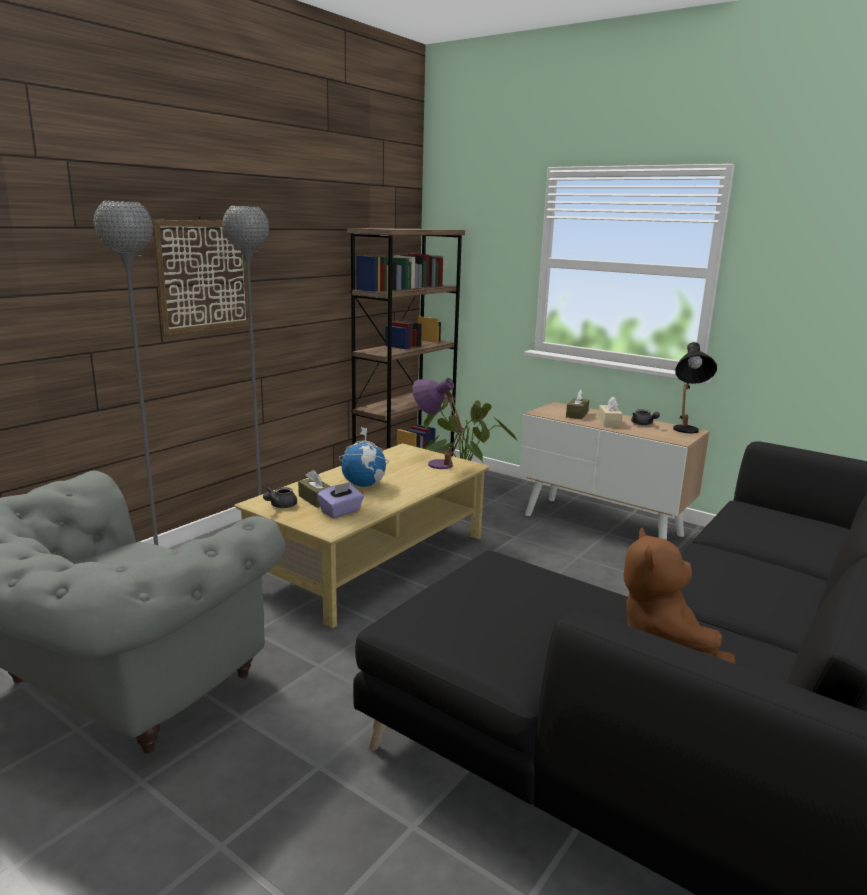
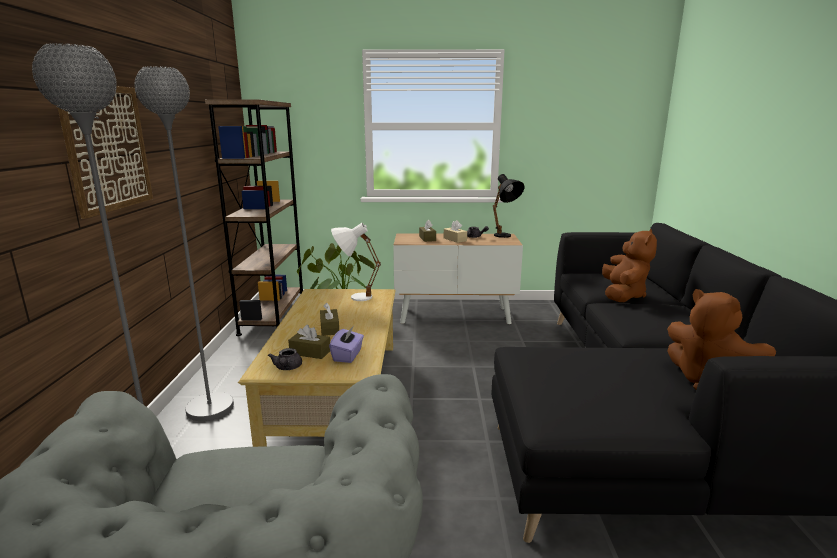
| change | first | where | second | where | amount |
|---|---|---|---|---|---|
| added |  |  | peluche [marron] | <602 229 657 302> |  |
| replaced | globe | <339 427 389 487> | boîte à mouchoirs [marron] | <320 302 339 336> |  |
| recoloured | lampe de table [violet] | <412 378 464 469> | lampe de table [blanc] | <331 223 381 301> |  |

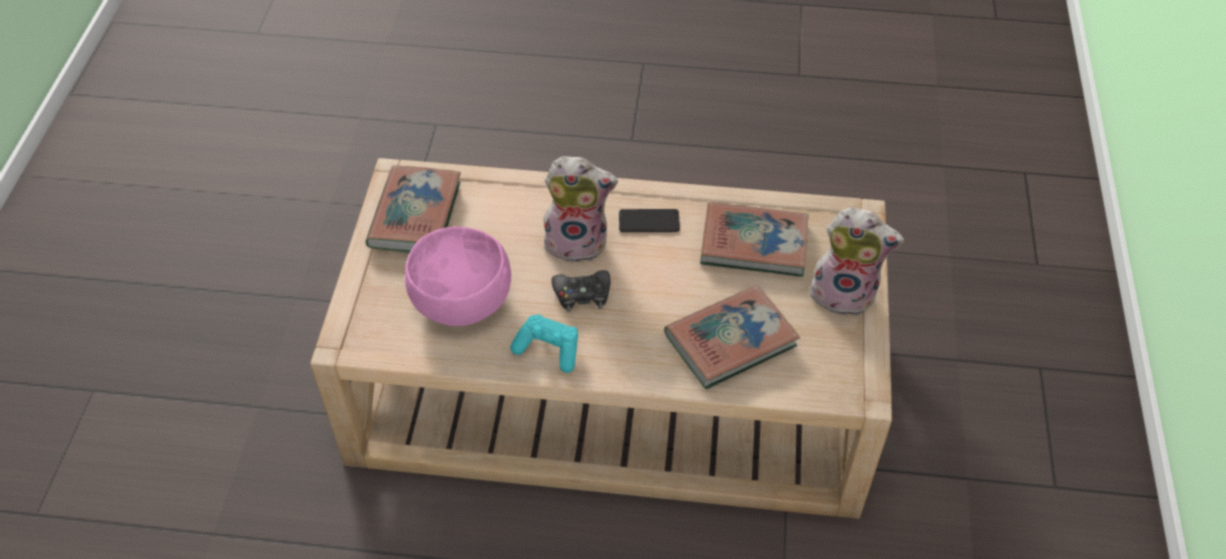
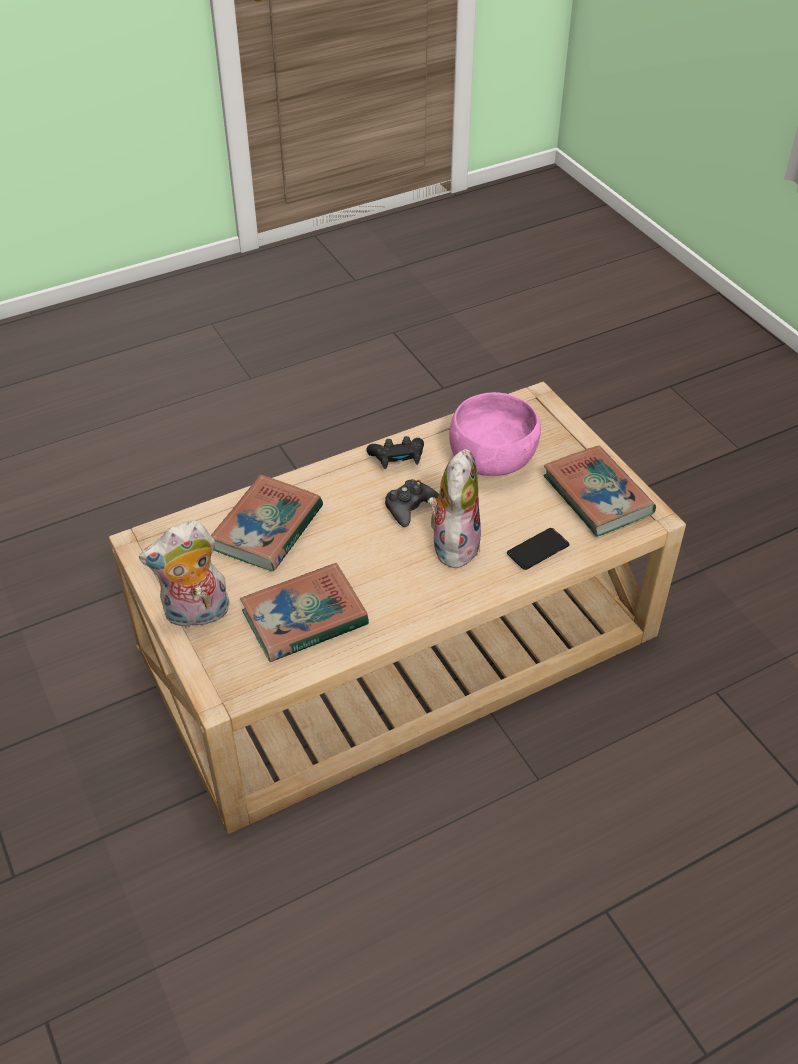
| change | first | where | second | where | amount |
|---|---|---|---|---|---|
| moved | téléphone | <619 209 680 232> |  | <507 528 569 570> |  |
| recoloured | manette [turquoise] | <510 314 578 373> | manette [noir] | <366 436 424 469> |  |
| turned | peluche | <539 156 618 263> |  | <427 449 481 568> | 135 degrees clockwise |

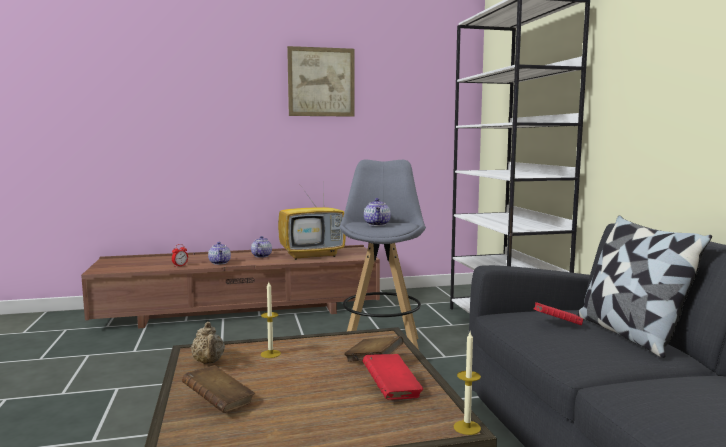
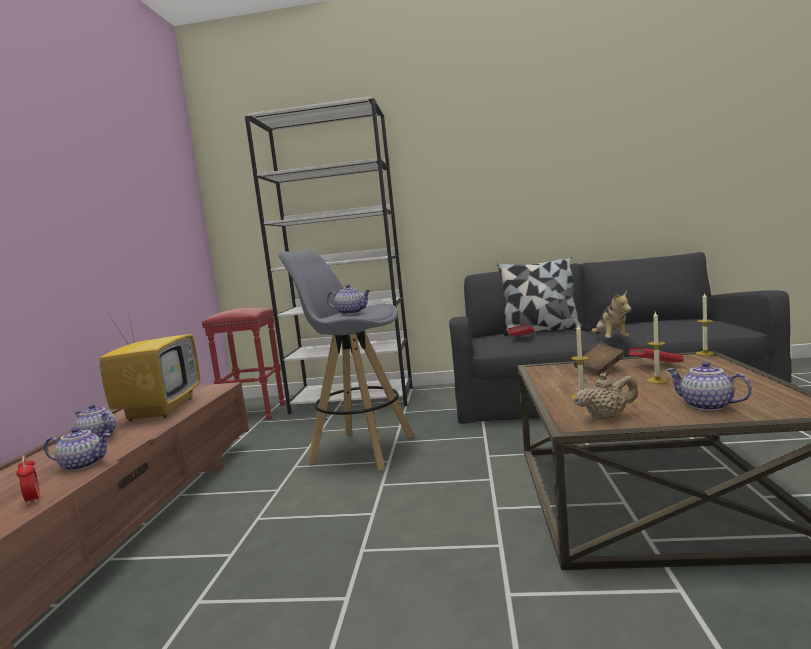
| change | first | where | second | where | amount |
|---|---|---|---|---|---|
| removed | tableau | <287 46 355 117> |  |  |  |
| added |  |  | tabouret [rouge] | <202 307 285 420> |  |
| added |  |  | peluche | <592 291 631 338> |  |
| added |  |  | bougie | <647 311 668 384> |  |
| replaced | livre [marron] | <182 365 255 413> | théière | <666 362 752 411> |  |

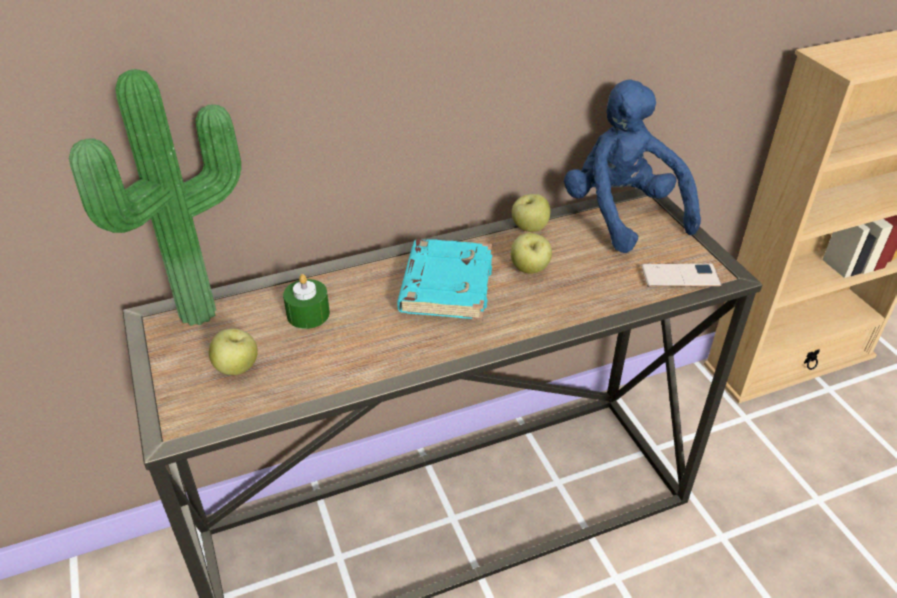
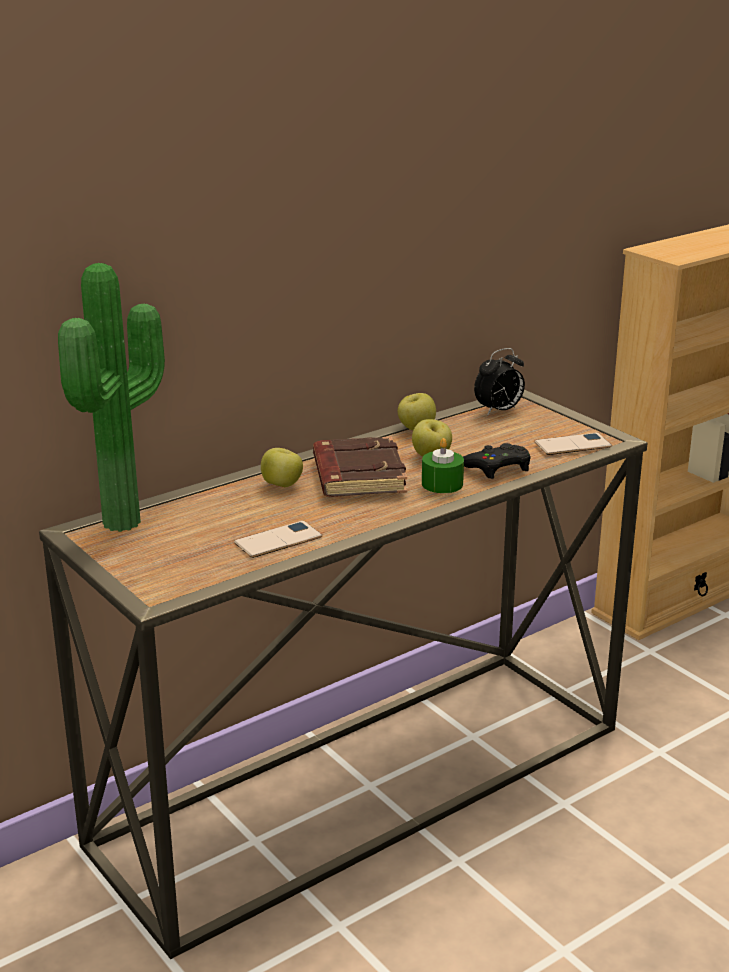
| change | first | where | second | where | amount |
|---|---|---|---|---|---|
| added |  |  | téléphone | <234 521 322 558> |  |
| added |  |  | manette [noir] | <463 443 531 479> |  |
| moved | pomme | <209 329 258 375> |  | <261 448 303 487> |  |
| moved | bougie [vert] | <283 274 330 329> |  | <422 438 464 493> |  |
| replaced | peluche [bleu] | <564 79 701 253> | réveil | <474 348 525 415> |  |
| recoloured | livre [turquoise] | <397 239 492 320> | livre [marron] | <313 436 407 497> |  |

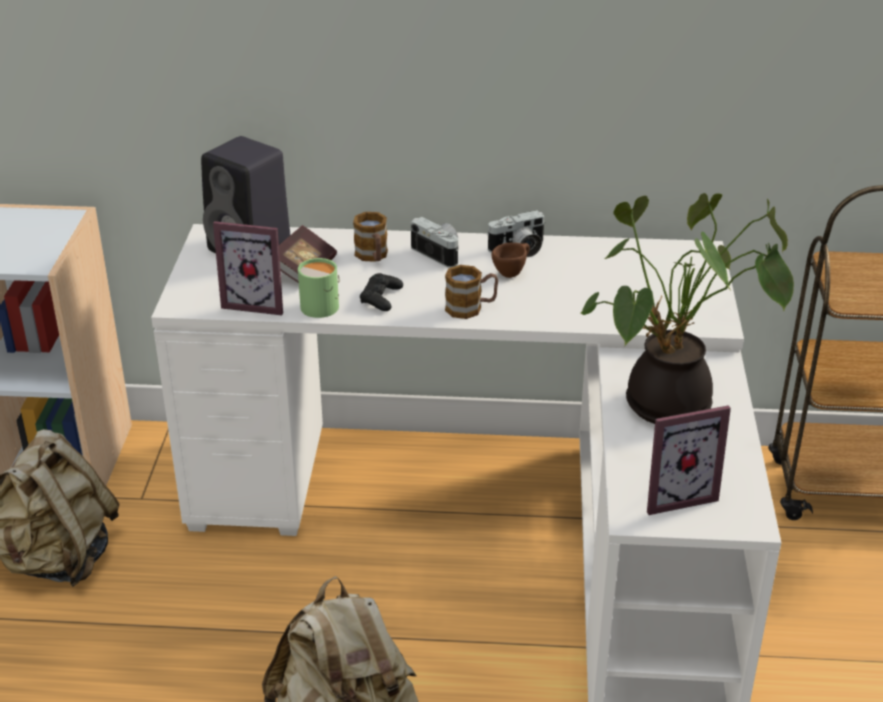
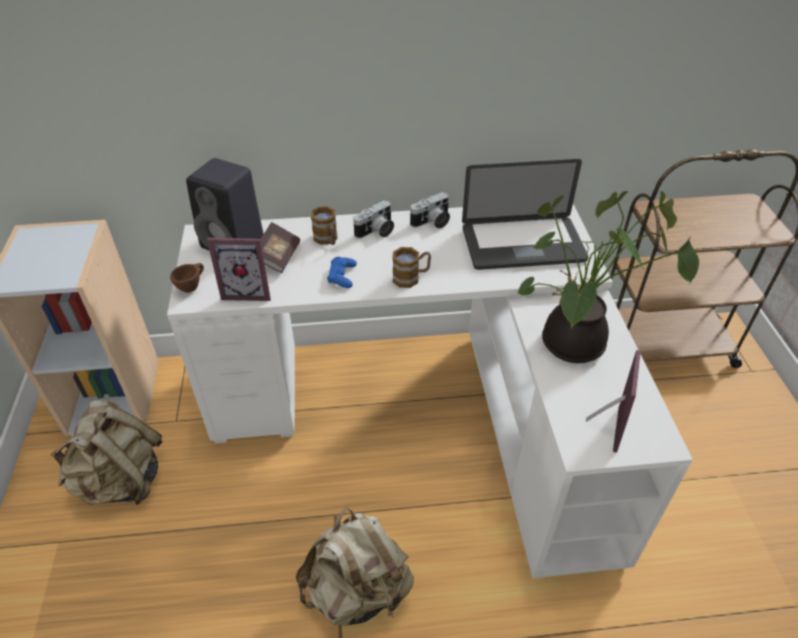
| change | first | where | second | where | amount |
|---|---|---|---|---|---|
| removed | mug [vert] | <298 258 340 318> |  |  |  |
| added |  |  | ordinateur portable | <462 159 589 270> |  |
| moved | tasse [marron] | <491 243 530 278> |  | <170 263 204 293> |  |
| recoloured | manette [noir] | <360 273 403 311> | manette [bleu] | <327 257 357 288> |  |
| turned | appareil photo | <411 217 458 268> |  | <353 200 394 238> | 105 degrees clockwise |
| turned | cadre photo | <647 406 731 515> |  | <586 350 641 453> | 45 degrees counterclockwise |

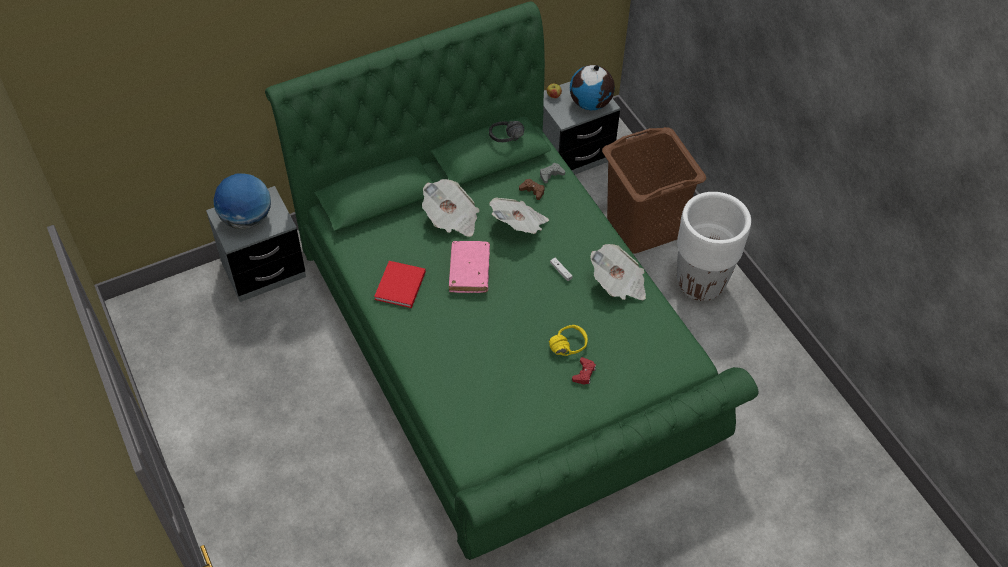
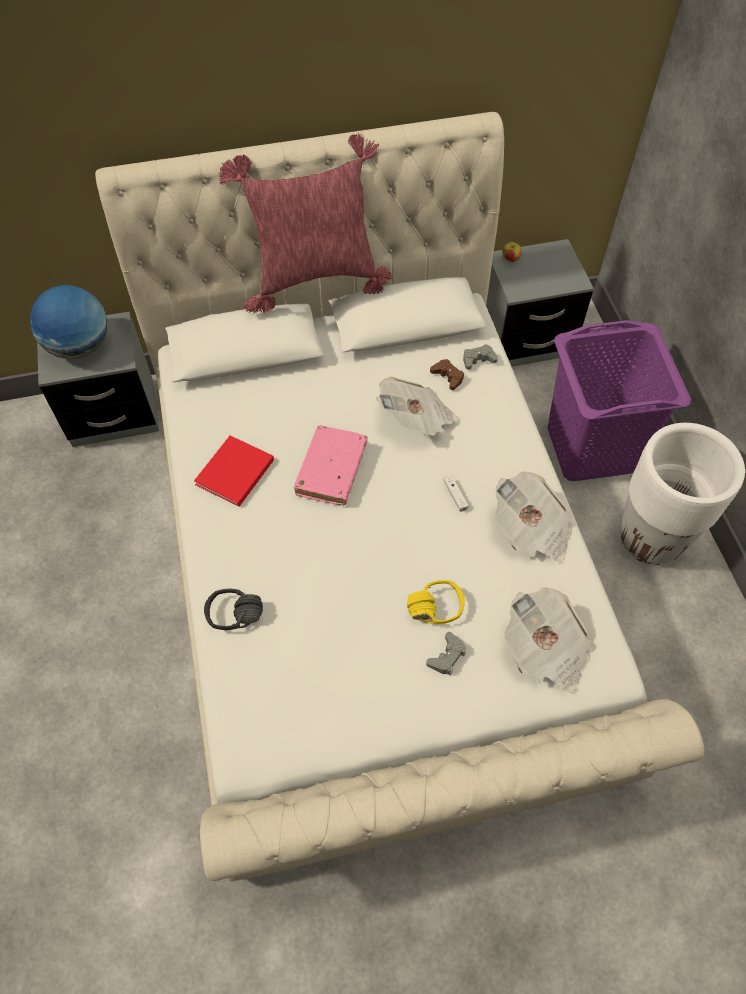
| change | first | where | second | where | amount |
|---|---|---|---|---|---|
| removed | globe | <570 65 615 110> |  |  |  |
| added |  |  | coussin [rouge] | <219 133 392 314> |  |
| moved | journal | <422 179 479 237> |  | <504 587 593 693> |  |
| moved | casque audio [noir] | <489 121 524 142> |  | <204 589 263 630> |  |
| recoloured | lit [vert] | <265 2 758 560> | lit [beige] | <95 112 705 881> |  |
| recoloured | manette [rouge] | <572 357 596 385> | manette [gris] | <426 632 466 675> |  |
| recoloured | panier à linge [marron] | <602 127 706 253> | panier à linge [violet] | <548 320 691 481> |  |

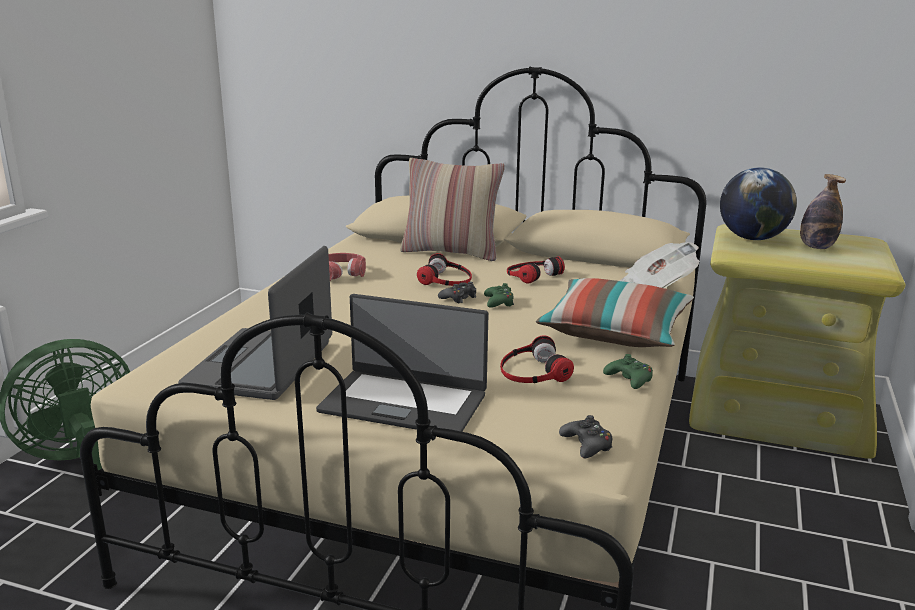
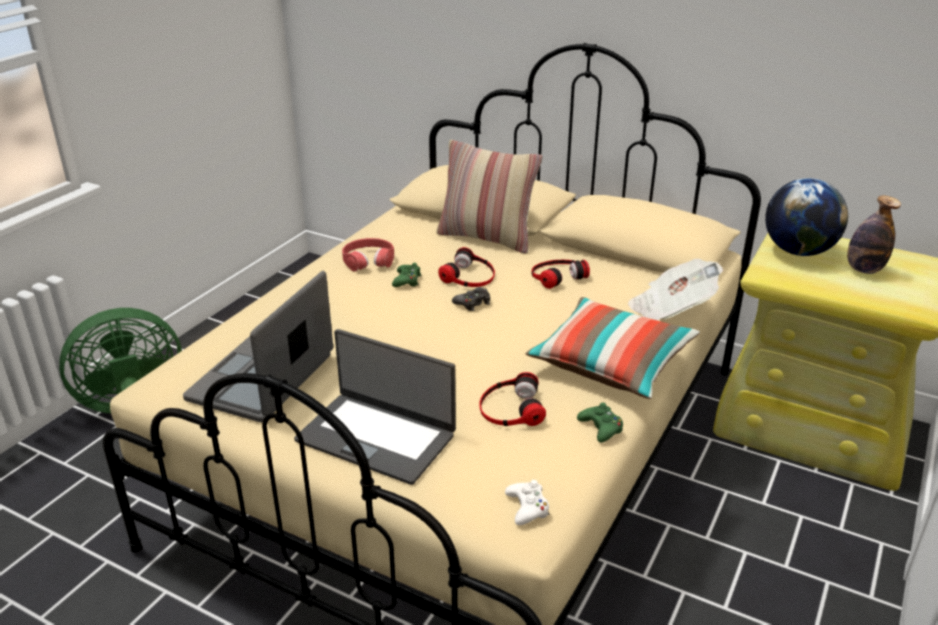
| change | first | where | second | where | amount |
|---|---|---|---|---|---|
| moved | manette [vert] | <484 283 514 308> |  | <392 263 421 287> |  |
| recoloured | manette [noir] | <559 415 613 458> | manette [blanc] | <505 480 550 525> |  |

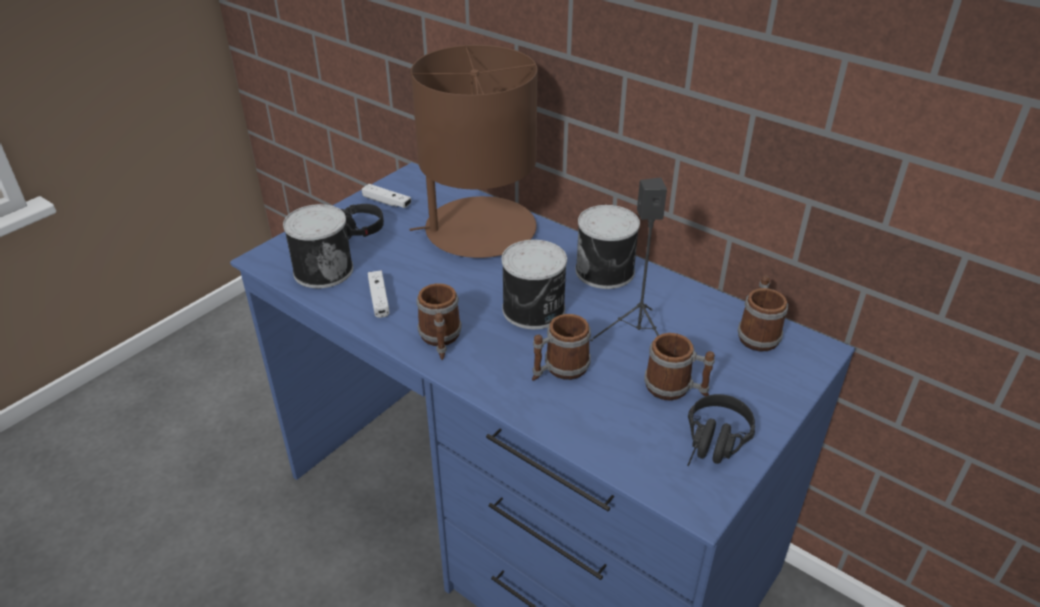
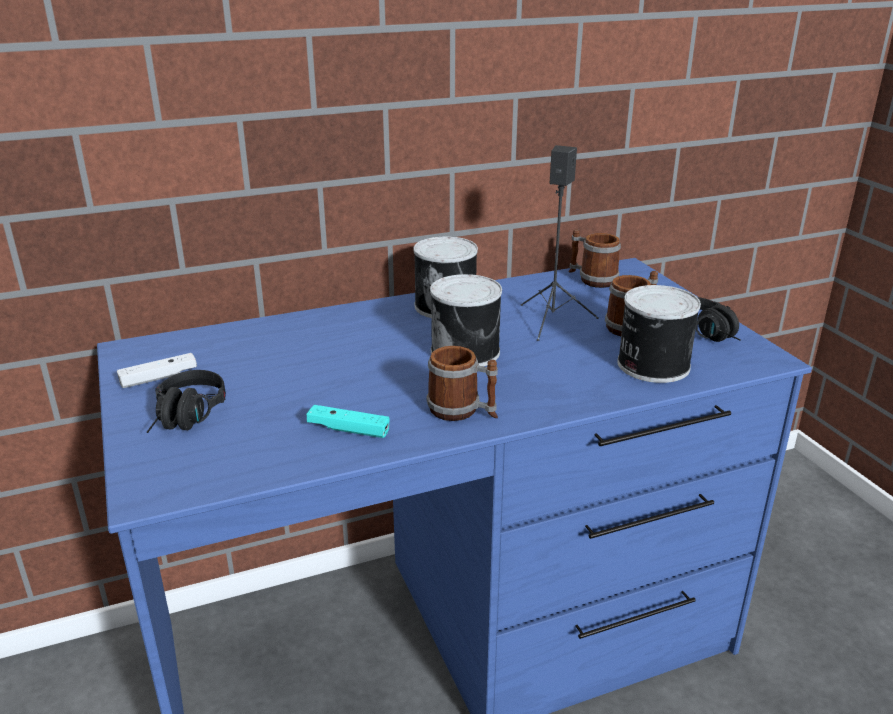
| change | first | where | second | where | amount |
|---|---|---|---|---|---|
| removed | lampe de table [marron] | <409 45 538 258> |  |  |  |
| removed | mug | <532 314 591 380> |  |  |  |
| moved | boîte métallique | <283 204 353 288> |  | <617 285 701 383> |  |
| recoloured | manette [blanc] | <368 271 389 318> | manette [turquoise] | <307 405 389 438> |  |

